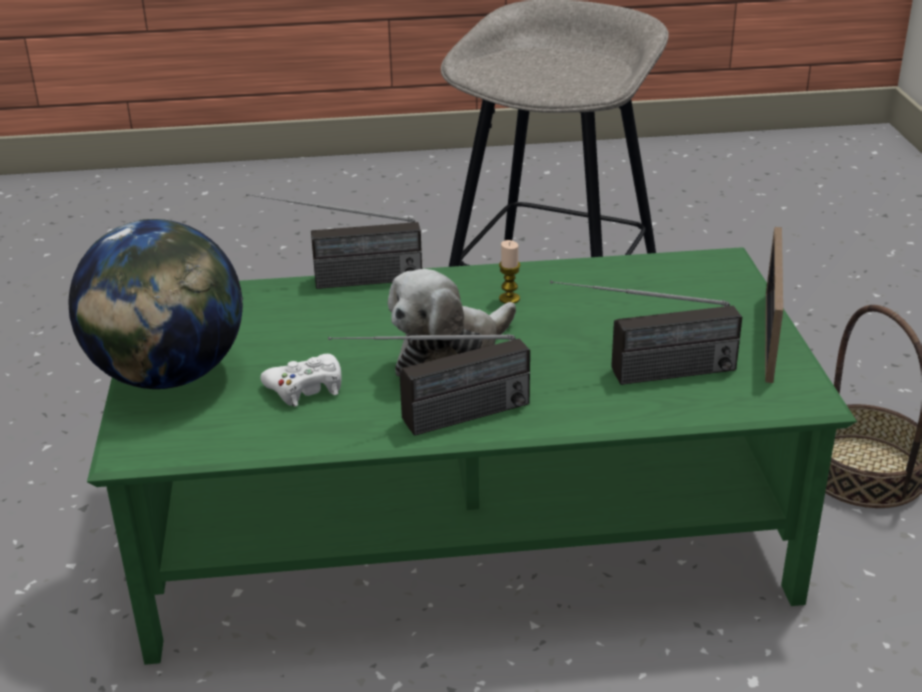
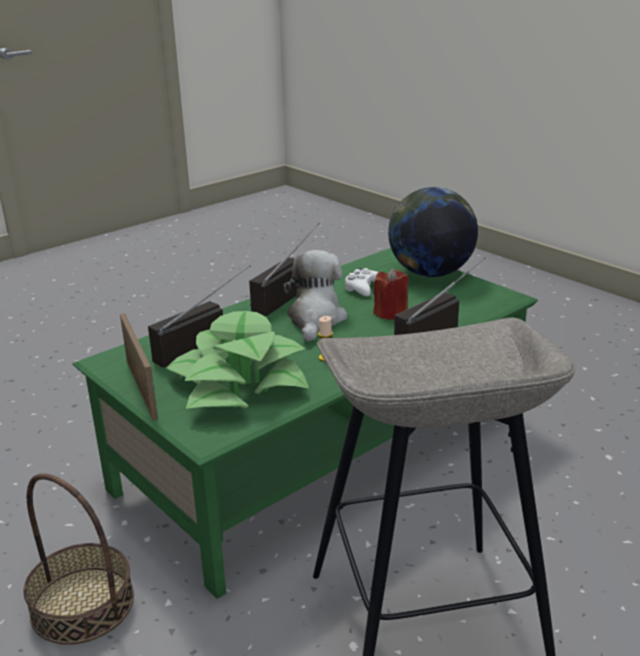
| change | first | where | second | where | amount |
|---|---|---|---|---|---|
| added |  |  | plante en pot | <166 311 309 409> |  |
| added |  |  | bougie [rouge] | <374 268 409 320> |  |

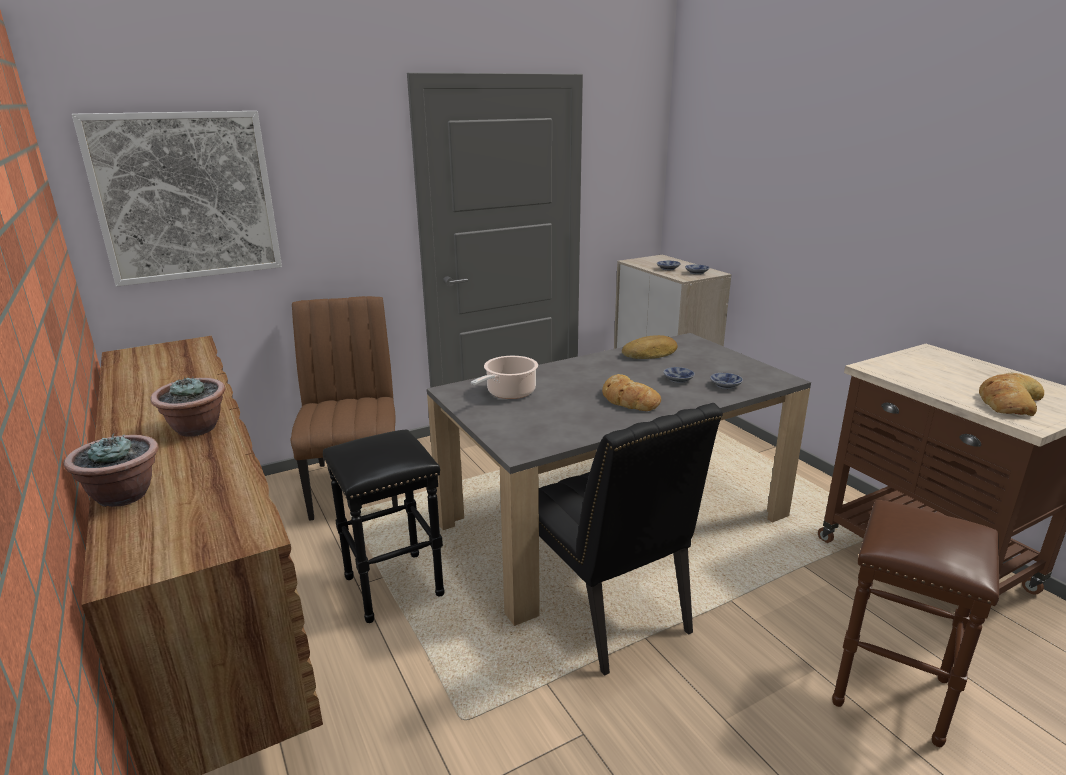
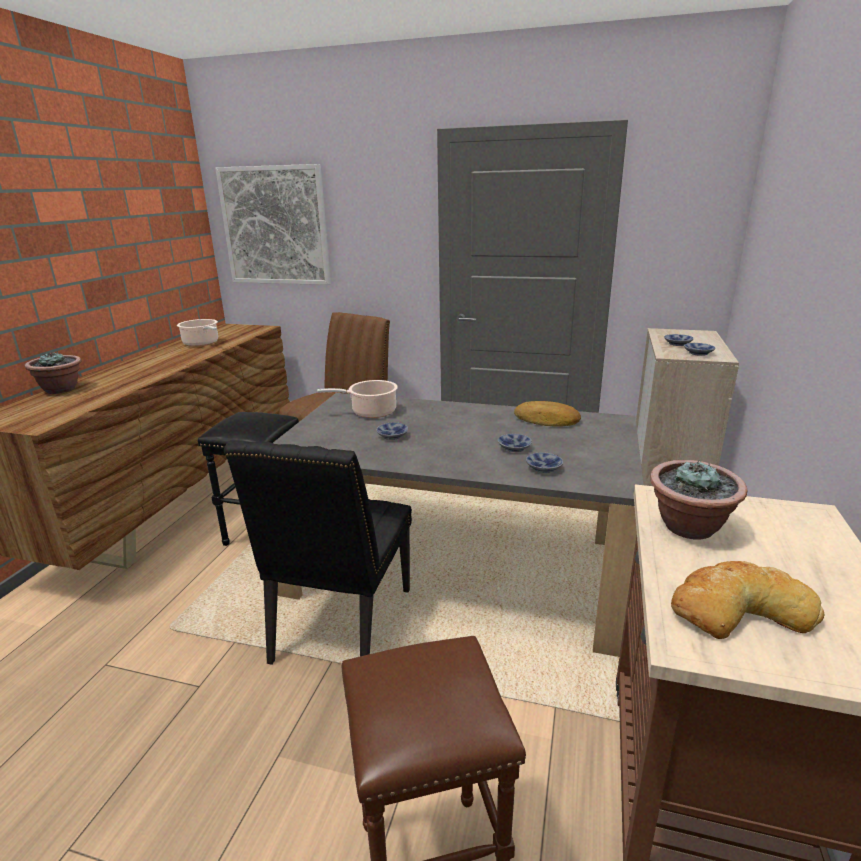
| change | first | where | second | where | amount |
|---|---|---|---|---|---|
| removed | pain | <602 374 661 411> |  |  |  |
| added |  |  | marmite | <177 319 218 347> |  |
| added |  |  | bol | <376 422 408 440> |  |
| moved | plante en pot | <150 377 225 437> |  | <650 460 748 540> |  |

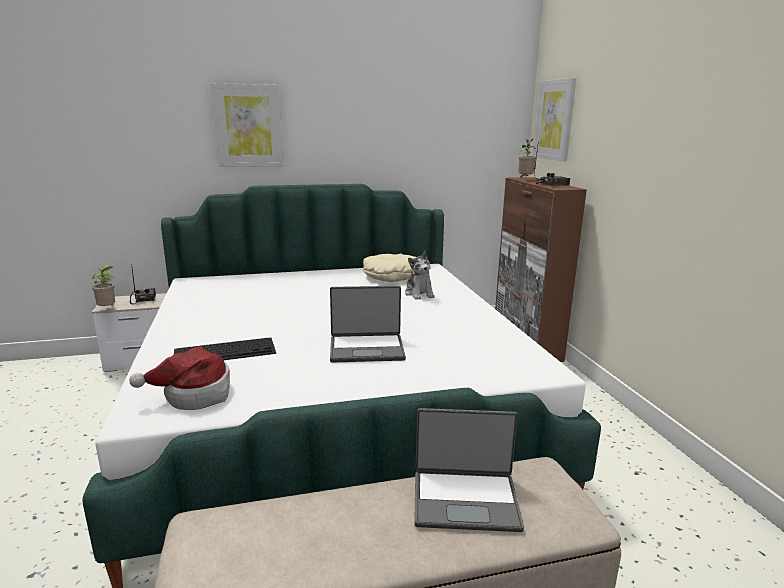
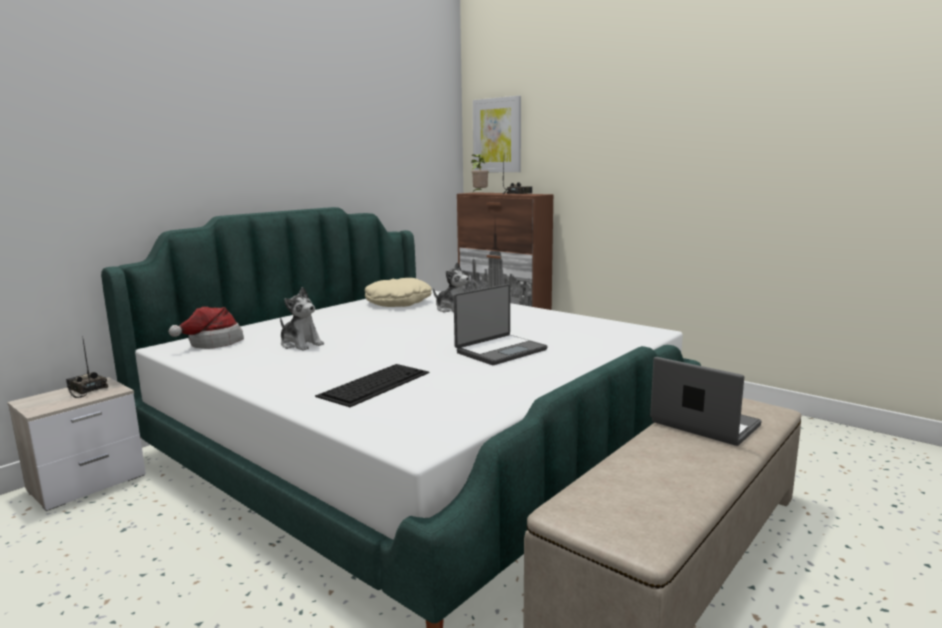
| change | first | where | second | where | amount |
|---|---|---|---|---|---|
| removed | plante en pot | <92 265 115 306> |  |  |  |
| removed | tableau | <211 83 283 167> |  |  |  |
| added |  |  | peluche | <280 287 324 351> |  |
| moved | chapeau | <129 347 230 410> |  | <169 306 244 349> |  |
| turned | ordinateur portable | <414 408 524 532> |  | <650 357 761 446> | 105 degrees counterclockwise |

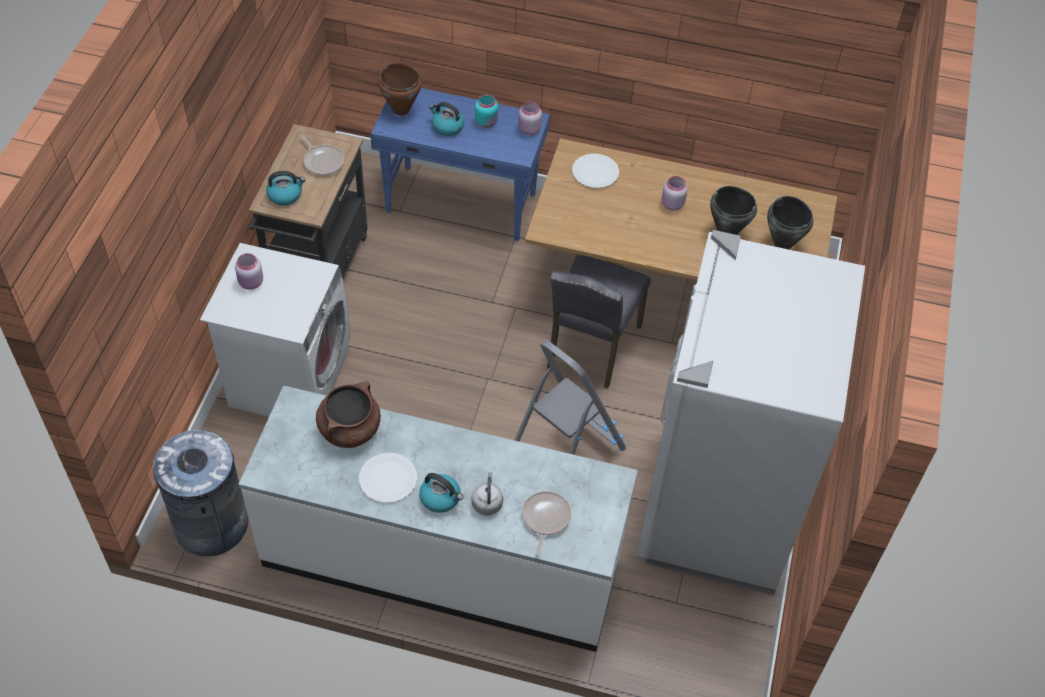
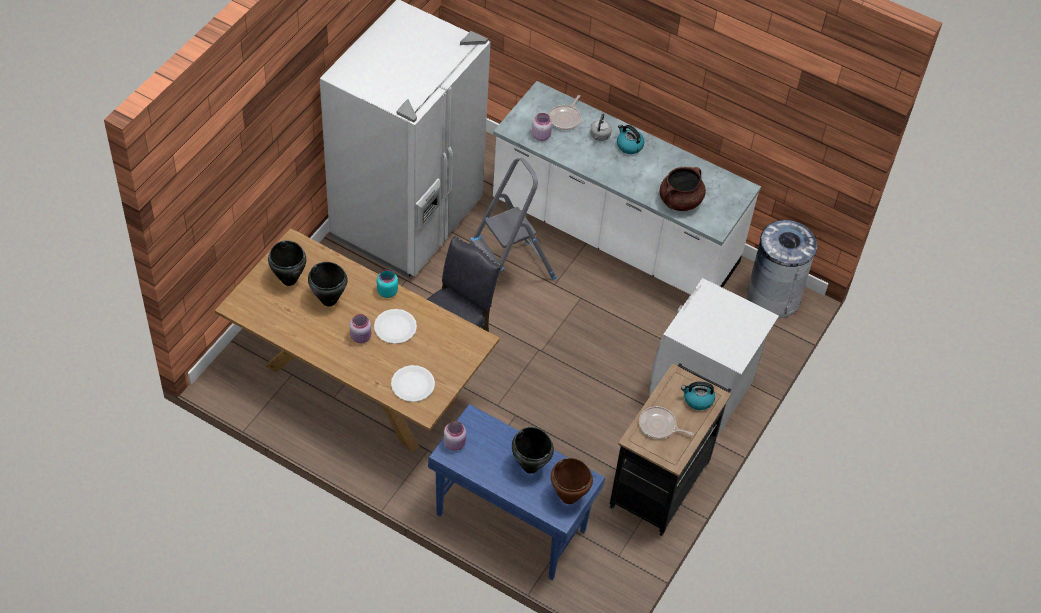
| change | first | where | second | where | amount |
|---|---|---|---|---|---|
| moved | bocal [rose] | <235 253 263 290> |  | <532 113 552 141> |  |
| moved | assiette [blanc] | <359 453 417 503> |  | <374 309 417 344> |  |
| moved | bocal [turquoise] | <475 94 498 128> |  | <377 269 398 298> |  |
| replaced | bouilloire | <429 102 464 136> | marmite [noir] | <512 427 554 473> |  |
| turned | poêle | <300 134 344 176> |  | <639 406 694 439> | 45 degrees counterclockwise |

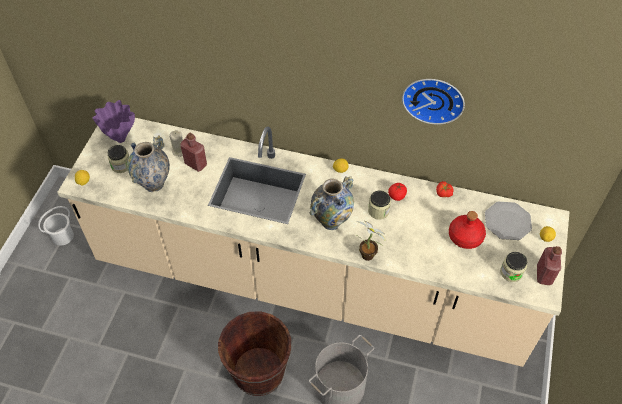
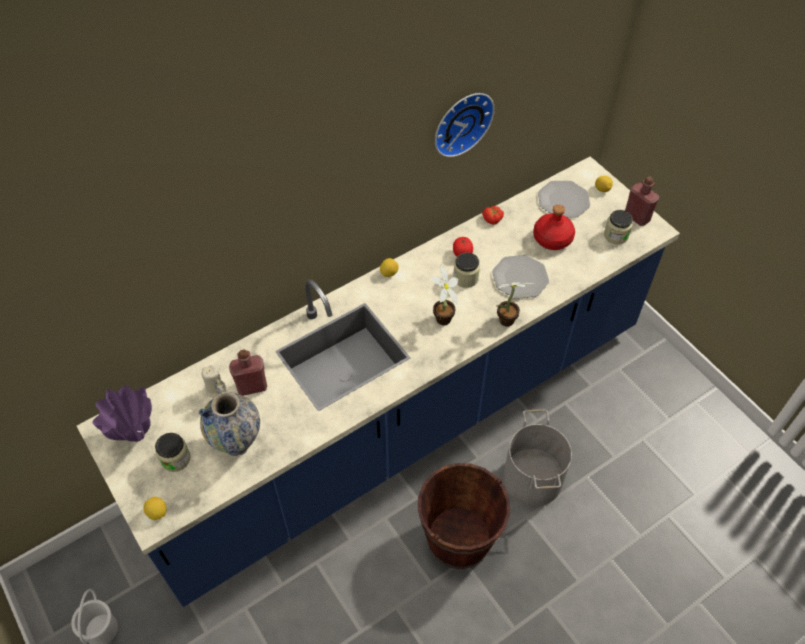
| change | first | where | second | where | amount |
|---|---|---|---|---|---|
| added |  |  | assiette | <492 255 549 299> |  |
| replaced | vase | <310 176 354 230> | plante en pot | <431 265 458 325> |  |
| recoloured | comptoir de cuisine [beige] | <57 118 570 367> | comptoir de cuisine [bleu] | <77 156 680 607> |  |

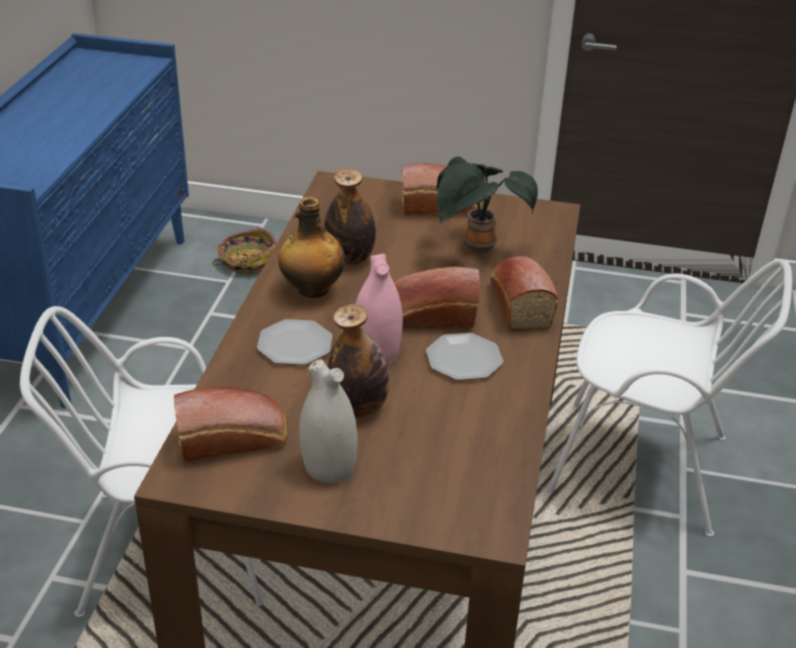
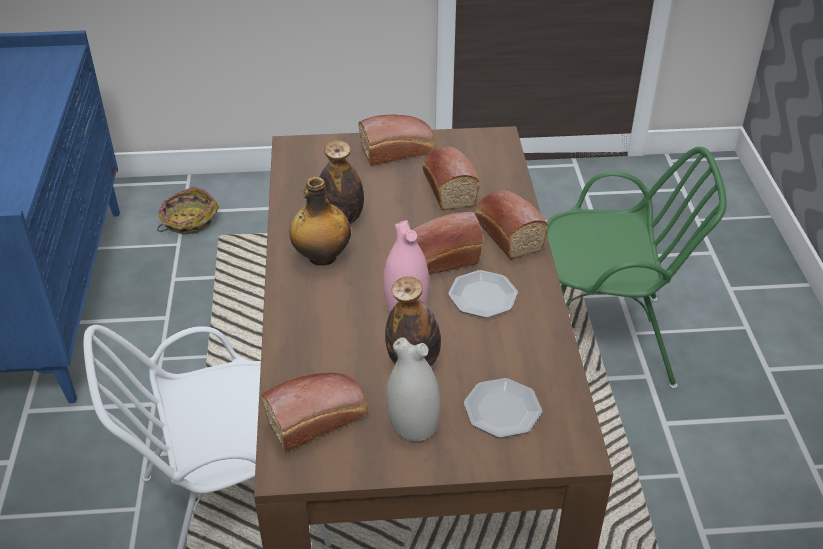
| change | first | where | second | where | amount |
|---|---|---|---|---|---|
| moved | assiette | <257 319 333 365> |  | <464 378 542 438> |  |
| replaced | plante en pot | <436 156 538 254> | pain | <422 146 479 211> |  |
| recoloured | chaise [blanc] | <548 259 792 537> | chaise [vert] | <547 147 727 388> |  |

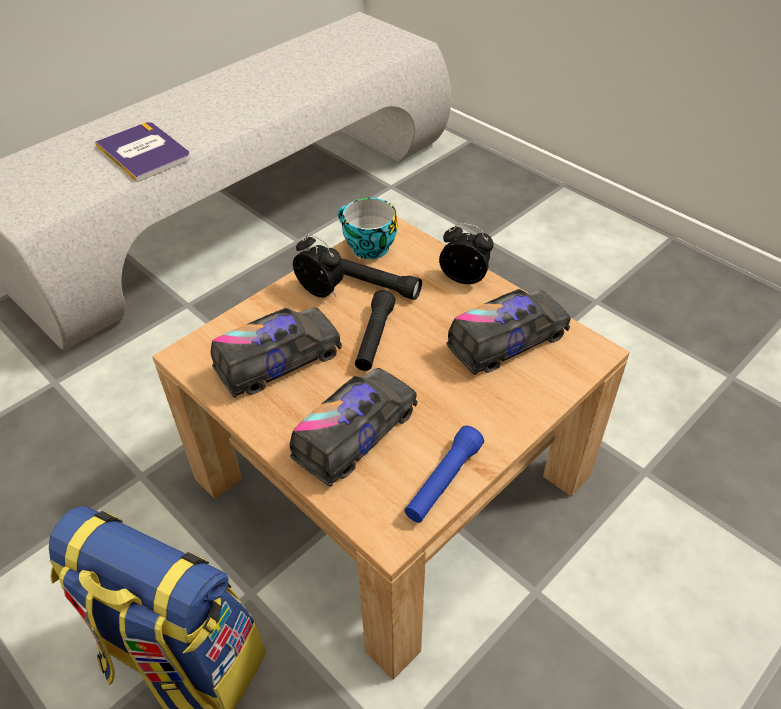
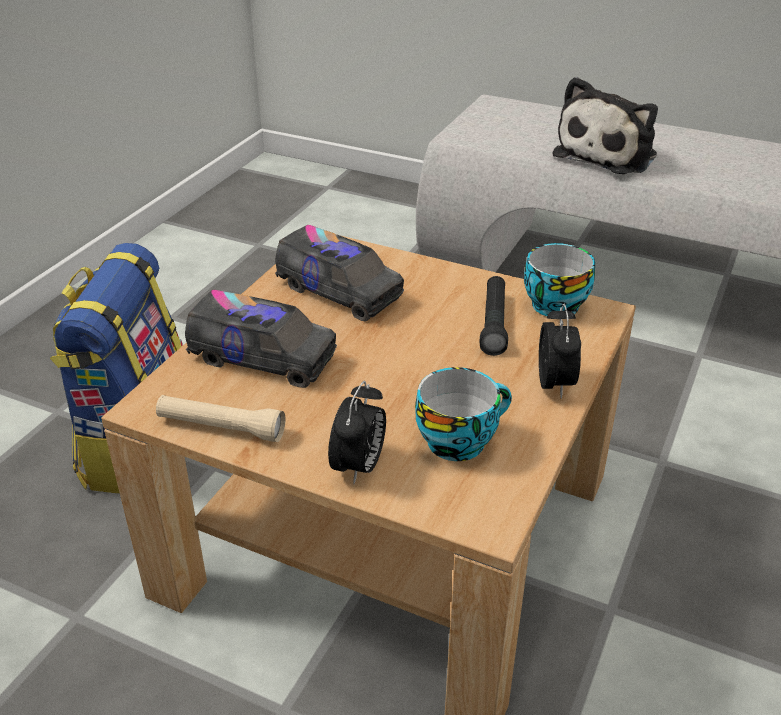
| change | first | where | second | where | amount |
|---|---|---|---|---|---|
| removed | lampe de poche [noir] | <355 290 395 371> |  |  |  |
| moved | réveil | <293 234 344 298> |  | <328 381 386 484> |  |
| replaced | livre | <95 122 190 182> | peluche | <553 77 658 174> |  |
| replaced | camion jouet | <446 289 571 375> | tasse | <415 367 512 461> |  |
| recoloured | lampe de poche [bleu] | <404 425 484 523> | lampe de poche [beige] | <156 395 285 442> |  |

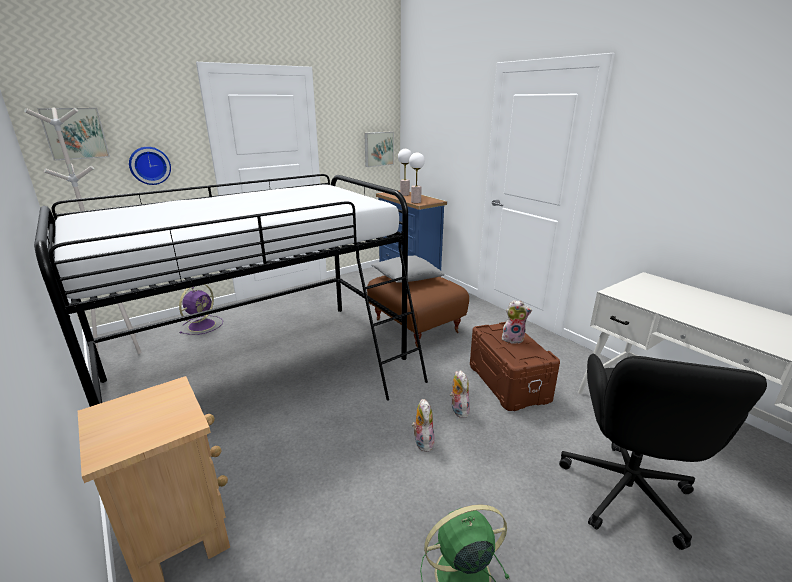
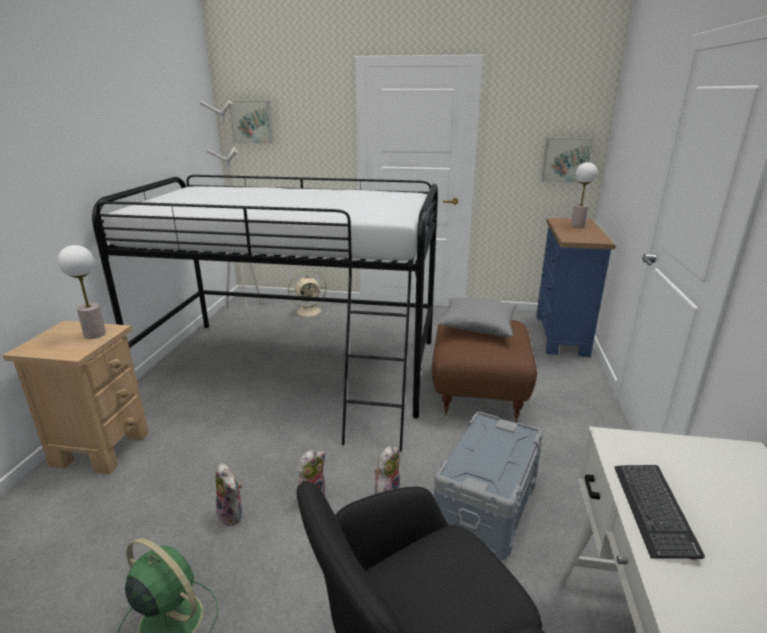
| change | first | where | second | where | amount |
|---|---|---|---|---|---|
| removed | horloge murale | <129 147 171 185> |  |  |  |
| added |  |  | clavier | <614 465 705 560> |  |
| moved | lampe de table | <409 153 425 203> |  | <58 245 106 339> |  |
| moved | peluche | <502 300 532 344> |  | <215 463 242 526> |  |
| recoloured | ventilateur [violet] | <179 284 223 335> | ventilateur [beige] | <288 270 329 319> |  |
| recoloured | boîte de rangement [marron] | <470 322 560 411> | boîte de rangement [gris] | <434 412 543 560> |  |

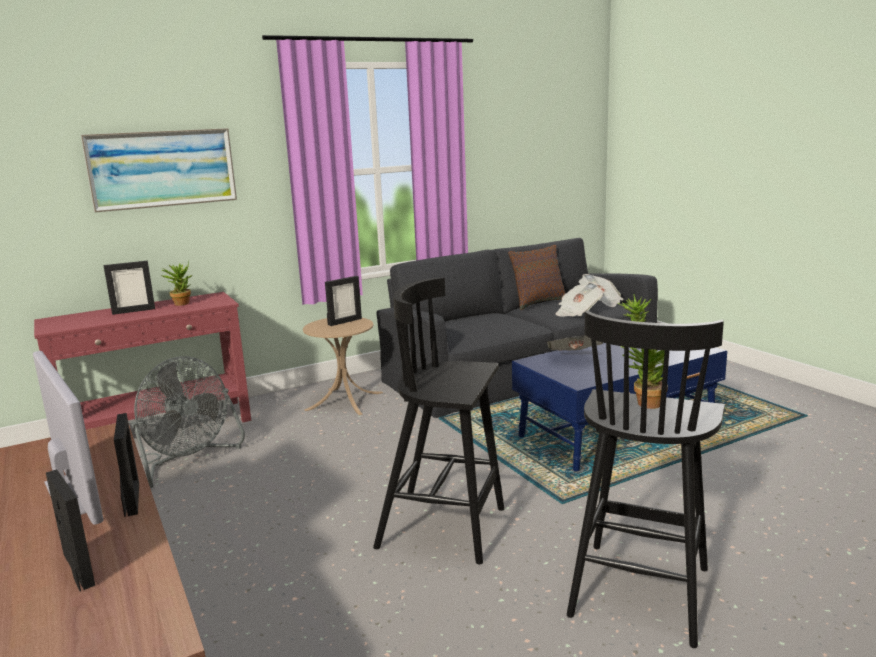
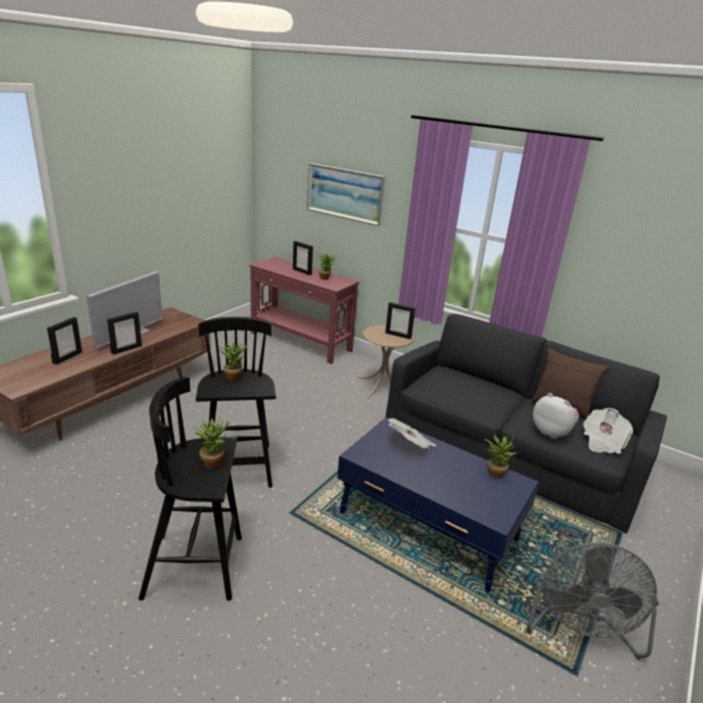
| change | first | where | second | where | amount |
|---|---|---|---|---|---|
| added |  |  | plante en pot | <219 342 247 381> |  |
| moved | ventilateur [gris] | <131 356 245 488> |  | <527 541 659 660> |  |
| replaced | journal | <555 282 603 317> | peluche | <533 393 579 439> |  |

